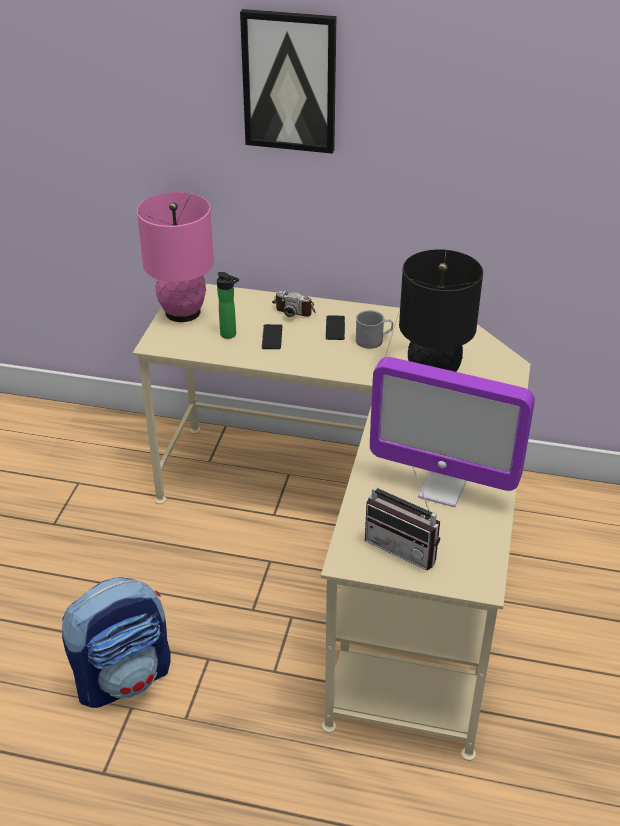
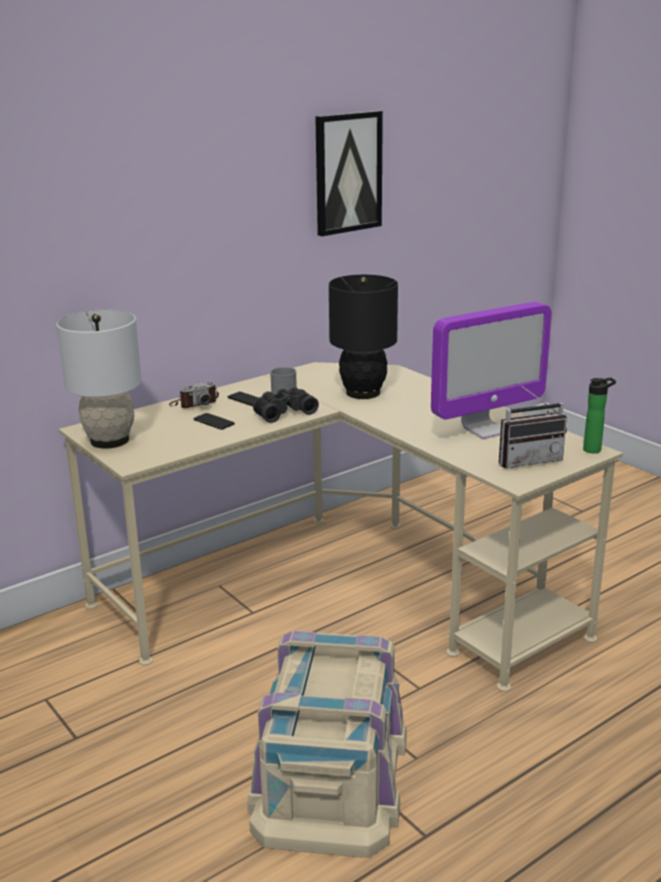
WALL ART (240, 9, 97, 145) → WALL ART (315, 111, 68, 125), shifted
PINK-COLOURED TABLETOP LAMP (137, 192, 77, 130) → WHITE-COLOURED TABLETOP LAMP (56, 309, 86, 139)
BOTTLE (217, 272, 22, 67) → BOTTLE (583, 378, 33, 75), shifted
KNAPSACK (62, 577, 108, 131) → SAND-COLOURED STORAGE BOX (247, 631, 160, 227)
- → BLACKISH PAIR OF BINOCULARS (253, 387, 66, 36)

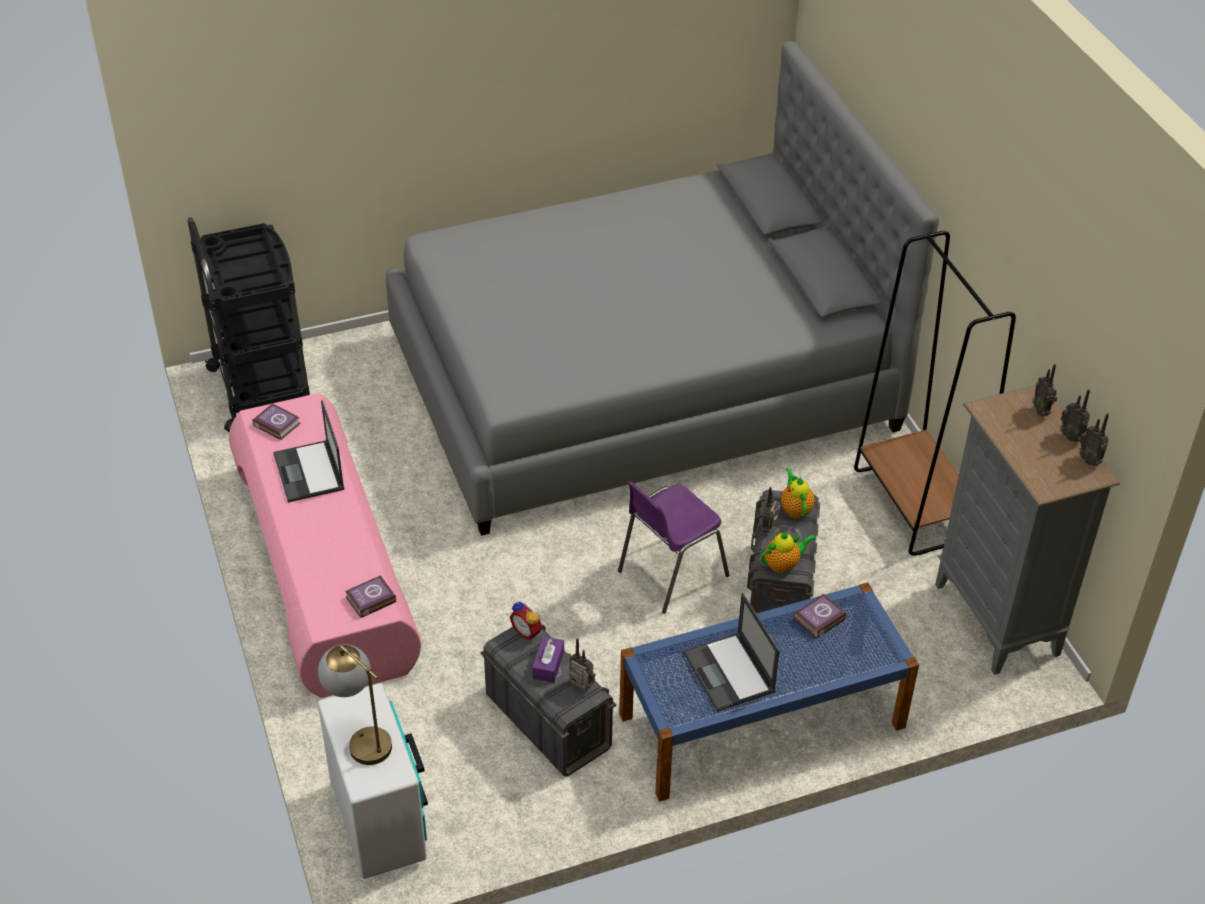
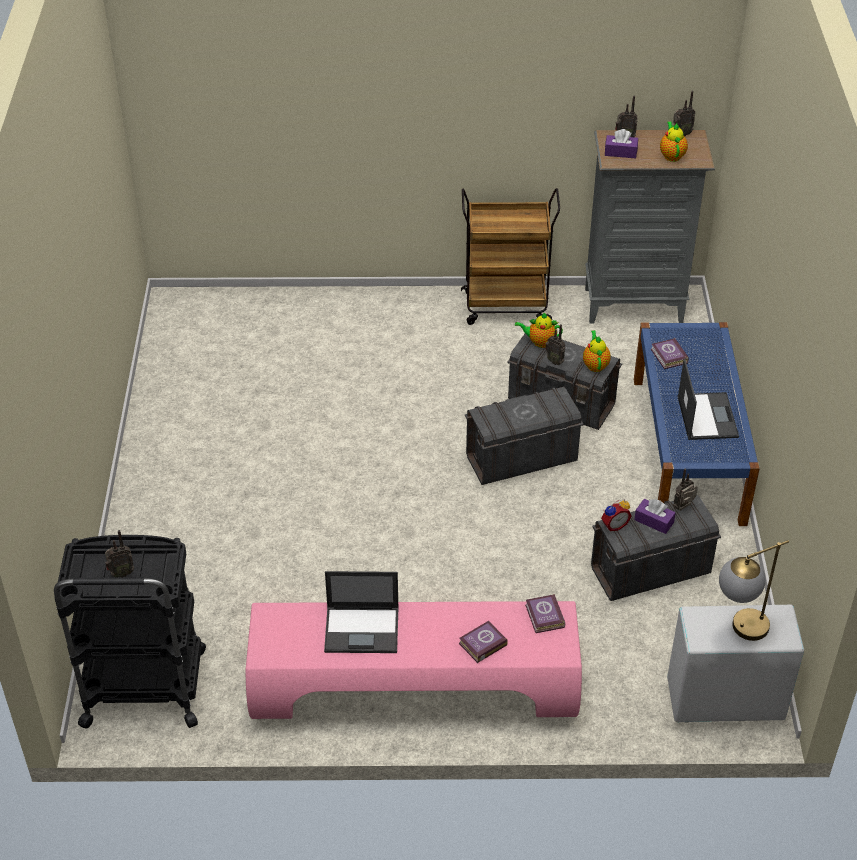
GREYISH BED (386, 41, 553, 495) → -
GARMENT STAND (854, 231, 162, 325) → BROWN-COLOURED TROLLEY (461, 188, 99, 137)
RADIO (1061, 389, 29, 53) → RADIO (105, 530, 29, 48), shifted
VOLUME (252, 403, 49, 37) → VOLUME (459, 621, 49, 42), shifted
PURPLISH UPRIGHT CHAIR (618, 481, 111, 133) → GREYISH STORAGE BOX (465, 387, 119, 98)
PORTABLE COMPUTER (683, 593, 97, 119) → PORTABLE COMPUTER (677, 358, 62, 82), 90 degrees counterclockwise
- → TEAPOT (660, 121, 28, 41)
- → PURPLISH TISSUE BOX (605, 129, 33, 29)

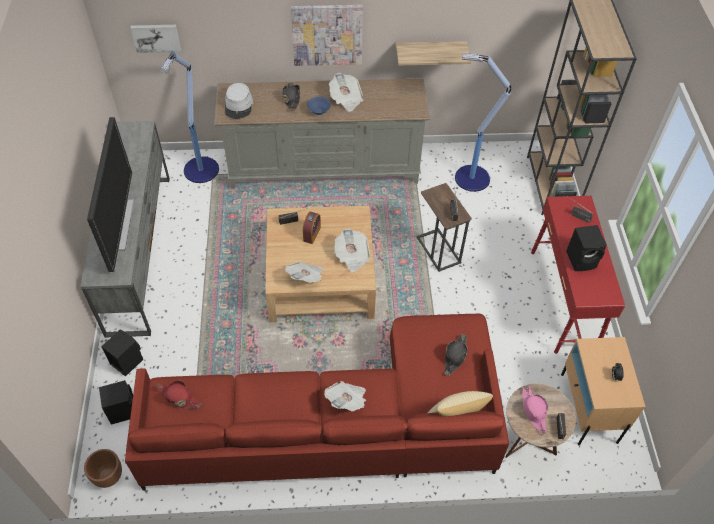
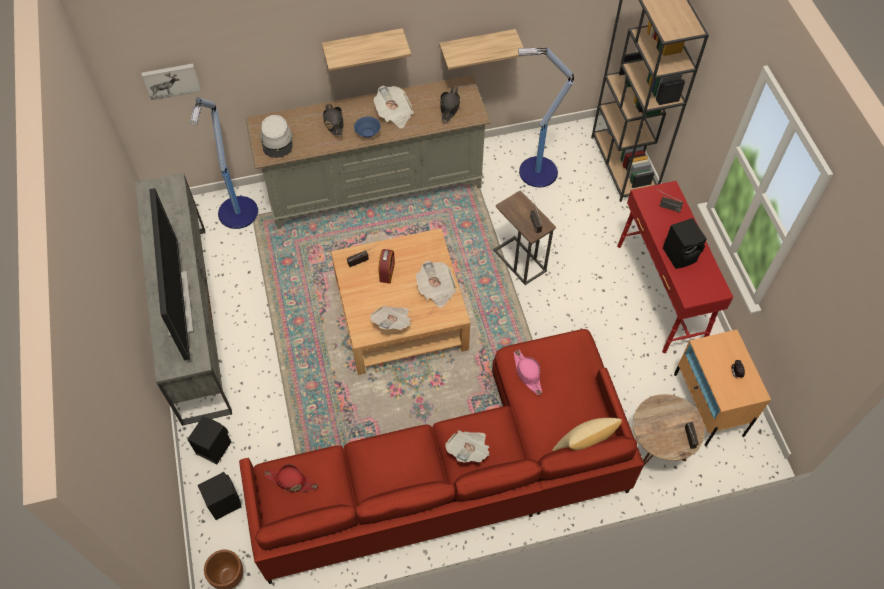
WALL ART (291, 5, 72, 61) → WALL SHELF (322, 28, 89, 43)
BLACKISH CLOTHING HAT (444, 334, 24, 42) → BLACKISH CLOTHING HAT (440, 87, 20, 36), shifted
PINK-COLOURED CLOTHING HAT (523, 385, 25, 49) → PINK-COLOURED CLOTHING HAT (514, 350, 29, 45), shifted

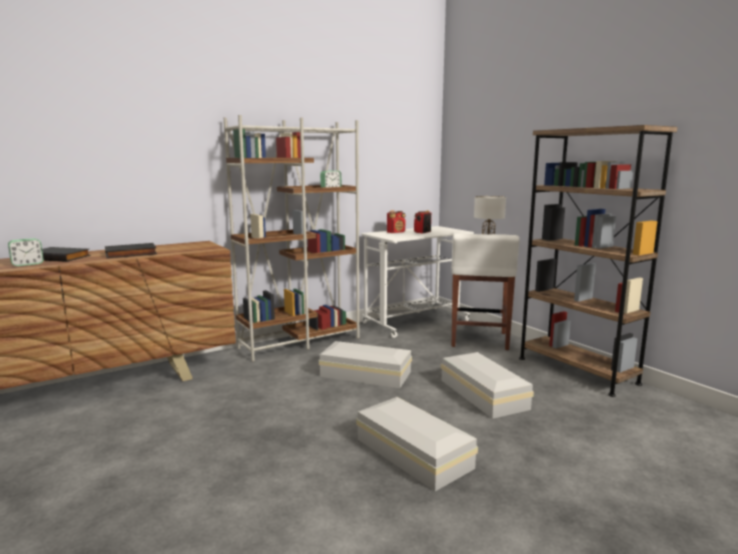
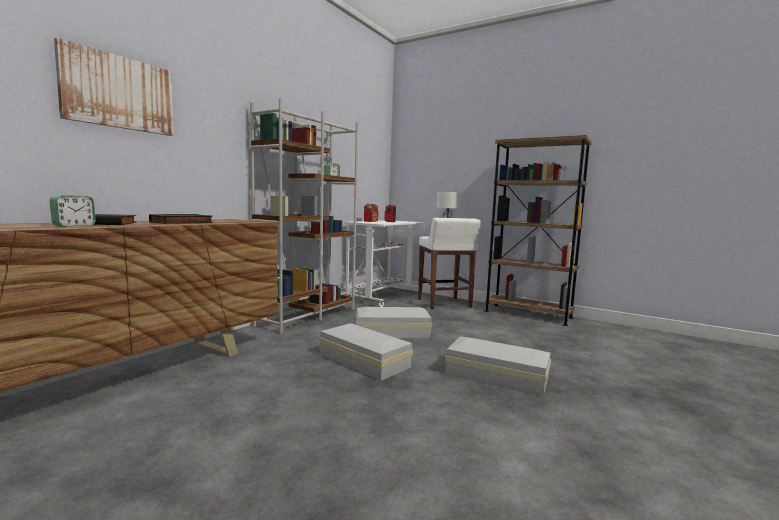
WHITE-COLOURED STORAGE BOX (441, 352, 93, 67) → WHITE-COLOURED STORAGE BOX (319, 323, 94, 58), shifted
- → WALL ART (54, 38, 120, 98)

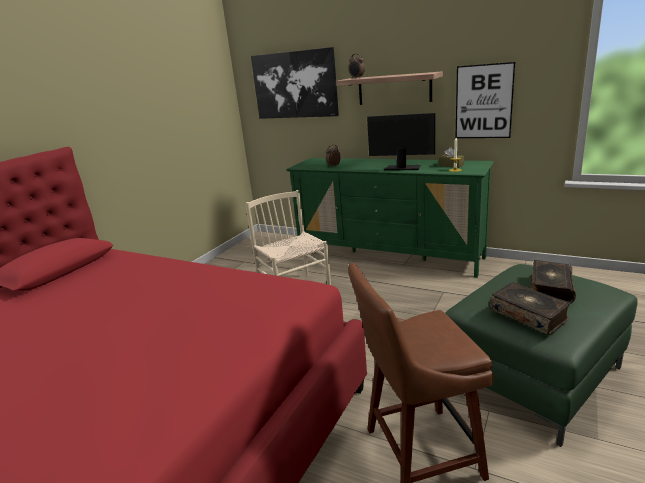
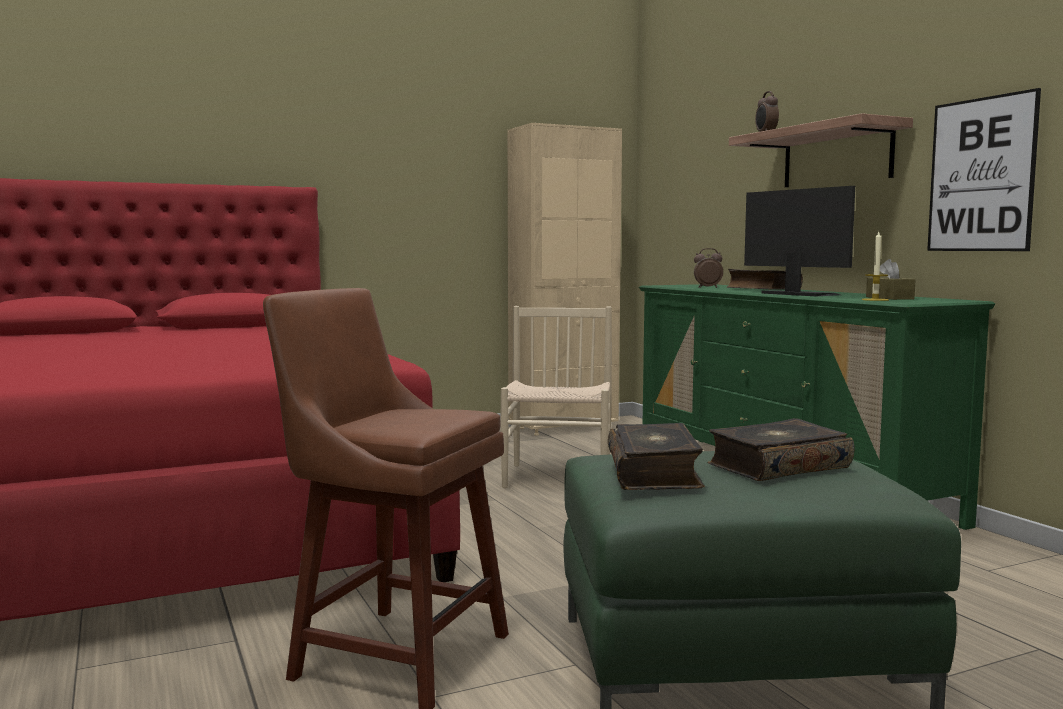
WALL ART (251, 47, 88, 72) → -
- → SAND-COLOURED CABINET (508, 123, 114, 313)
- → VOLUME (727, 269, 76, 21)

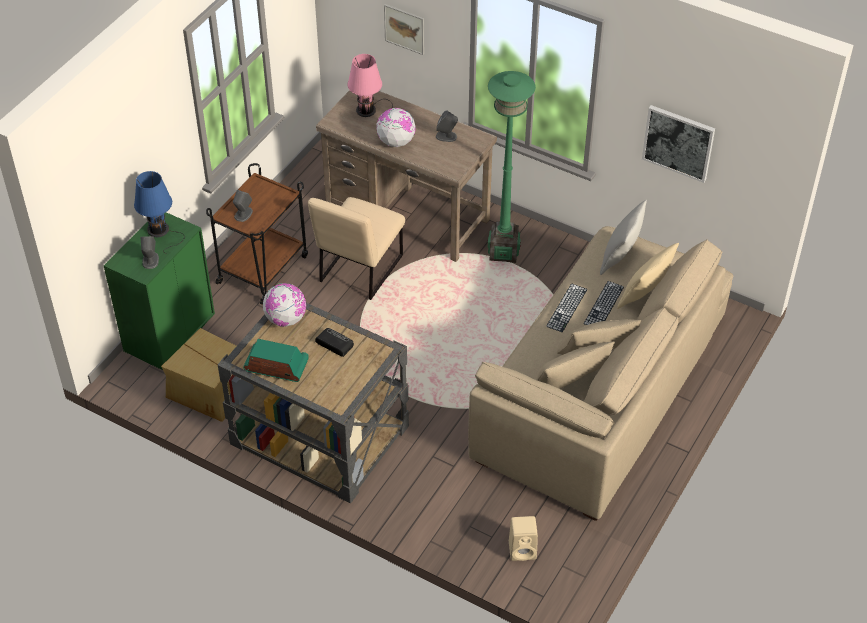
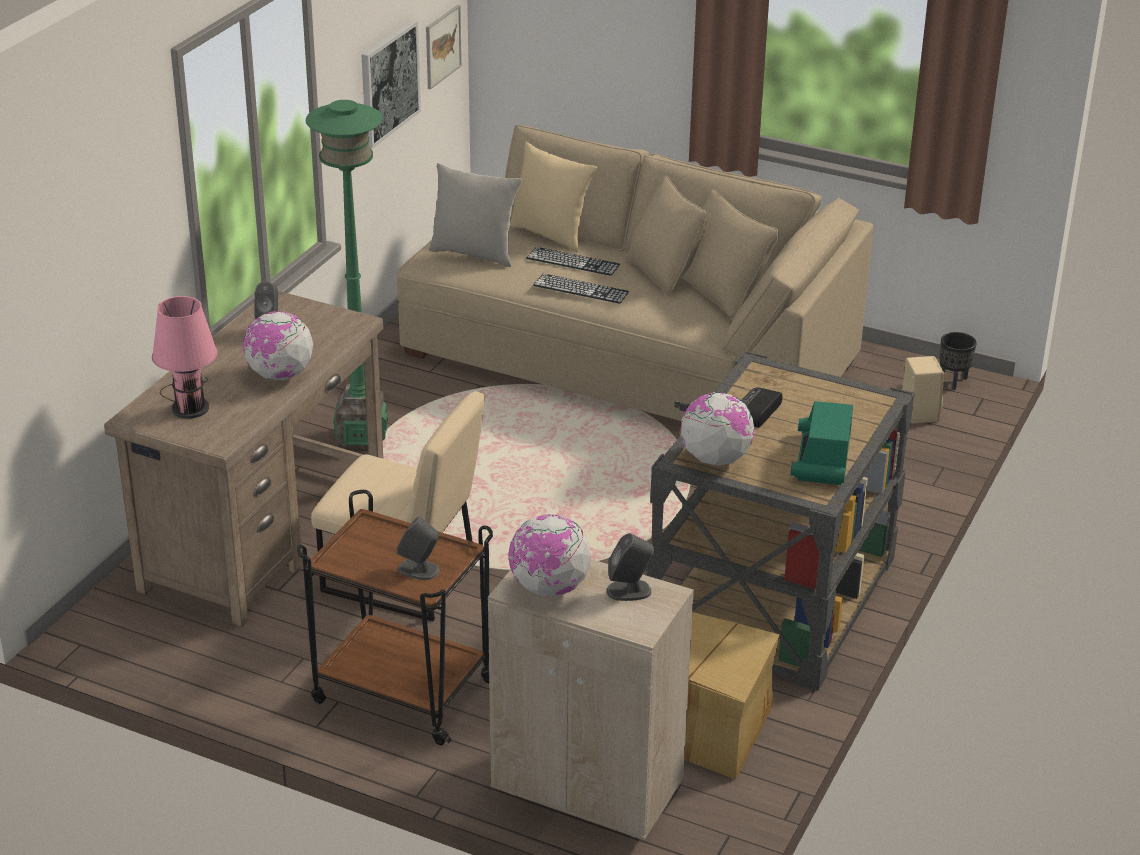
WALL ART (384, 4, 40, 51) → WALL ART (426, 5, 36, 84), shifted
BLUE-COLOURED TABLETOP LAMP (134, 171, 51, 83) → DESK GLOBE (508, 514, 83, 82)
GREENISH CABINET (104, 212, 111, 158) → SAND-COLOURED CABINET (488, 559, 206, 281)
- → BLACKISH FLOWER POT (939, 332, 38, 58)

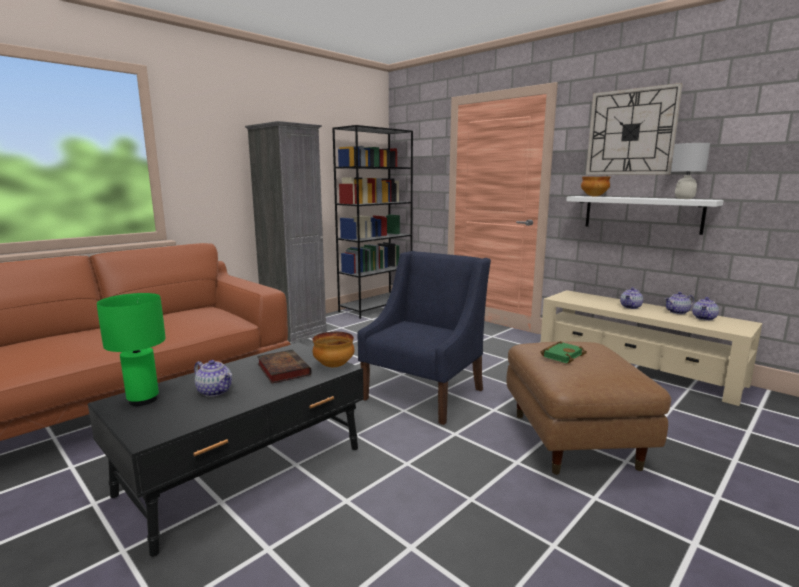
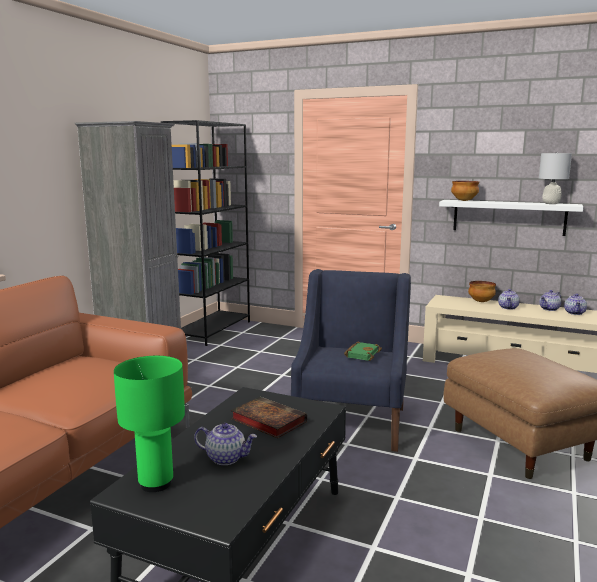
HANGING CLOCK (586, 83, 97, 92) → -
DEEP DISH (313, 332, 41, 35) → DEEP DISH (468, 281, 28, 21), shifted
GREENISH VOLUME (541, 341, 46, 23) → GREENISH VOLUME (344, 341, 38, 20), shifted

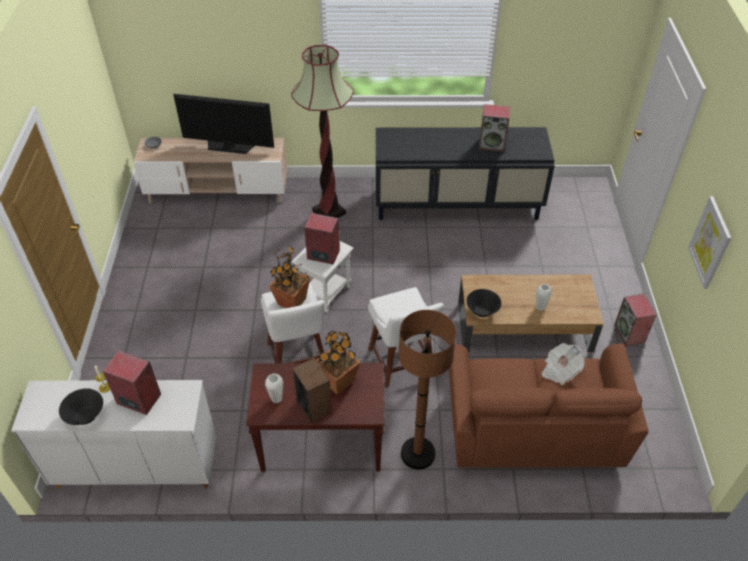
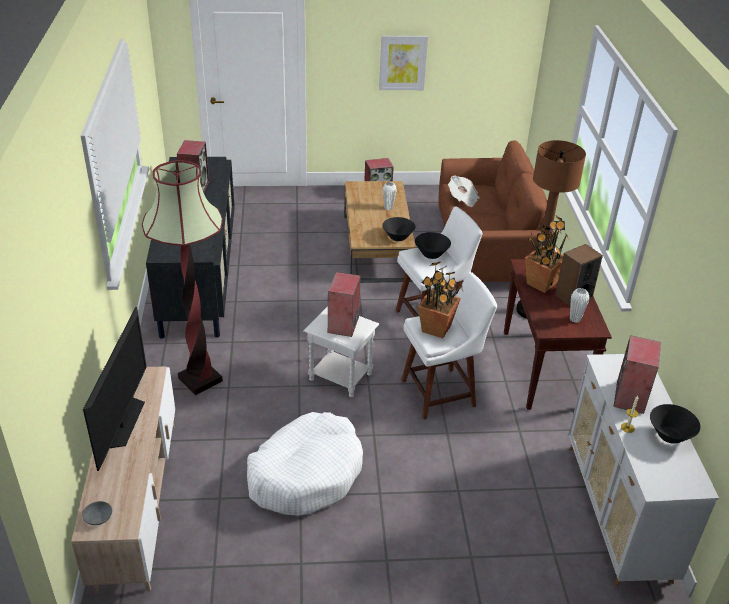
- → BLACKISH DEEP DISH (415, 232, 36, 27)
- → WHITE-COLOURED DOG CUSHION (247, 412, 116, 104)

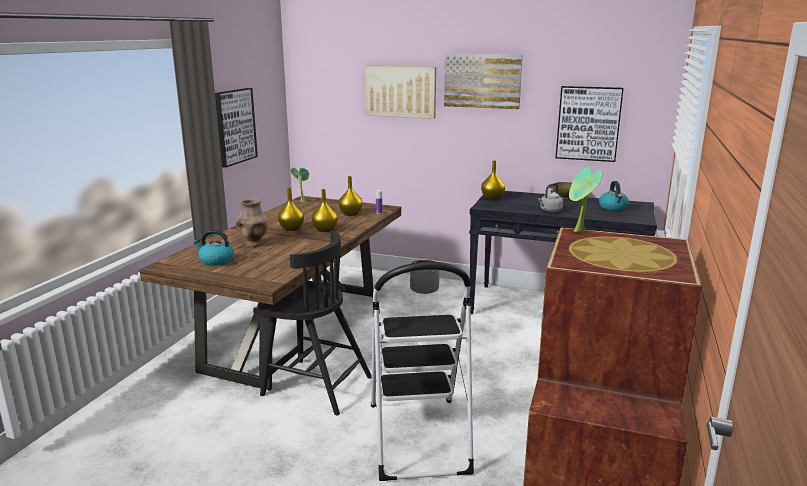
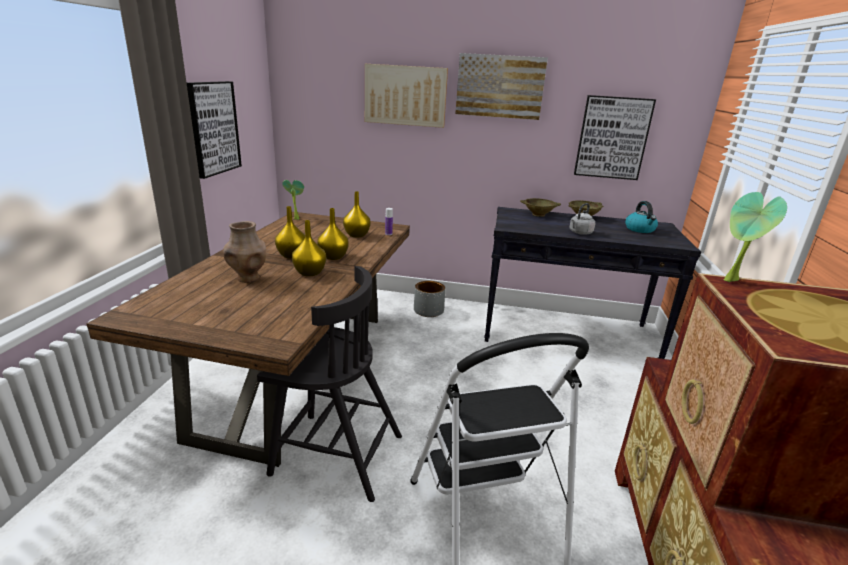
YELLOWISH FLOWER VASE (481, 161, 24, 39) → YELLOWISH FLOWER VASE (292, 220, 34, 56), shifted
KETTLE (194, 230, 40, 36) → -
- → SAND-COLOURED DEEP DISH (520, 198, 41, 19)

